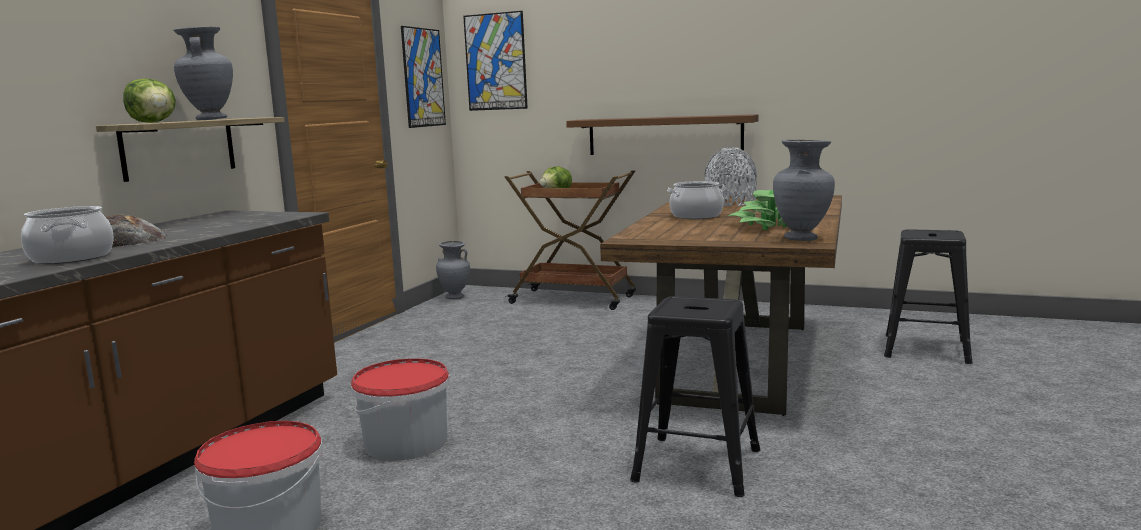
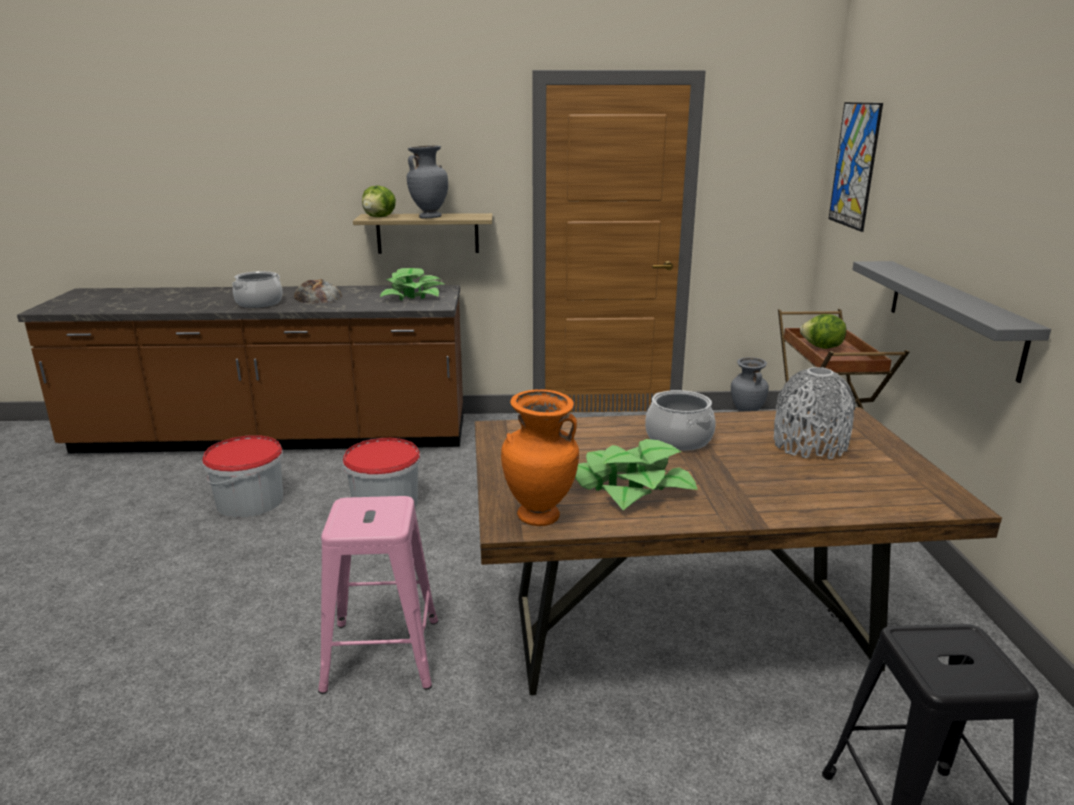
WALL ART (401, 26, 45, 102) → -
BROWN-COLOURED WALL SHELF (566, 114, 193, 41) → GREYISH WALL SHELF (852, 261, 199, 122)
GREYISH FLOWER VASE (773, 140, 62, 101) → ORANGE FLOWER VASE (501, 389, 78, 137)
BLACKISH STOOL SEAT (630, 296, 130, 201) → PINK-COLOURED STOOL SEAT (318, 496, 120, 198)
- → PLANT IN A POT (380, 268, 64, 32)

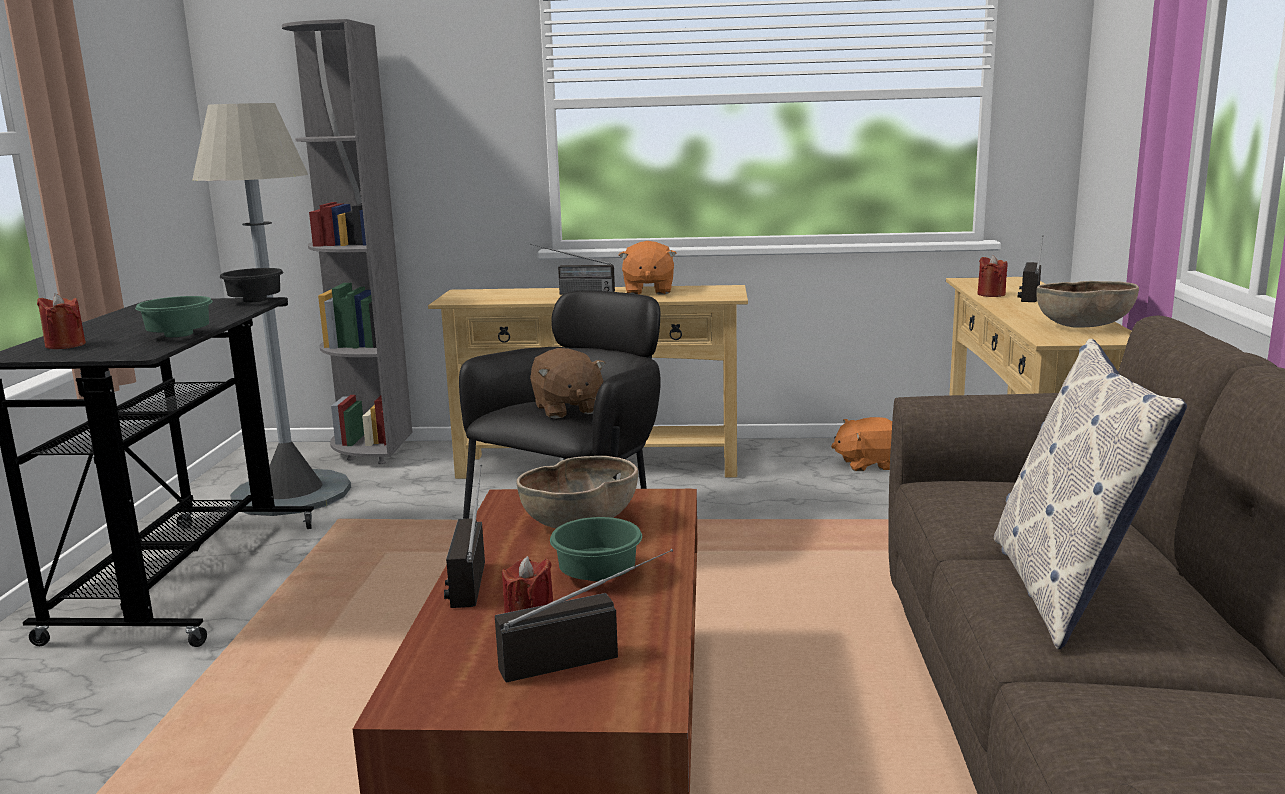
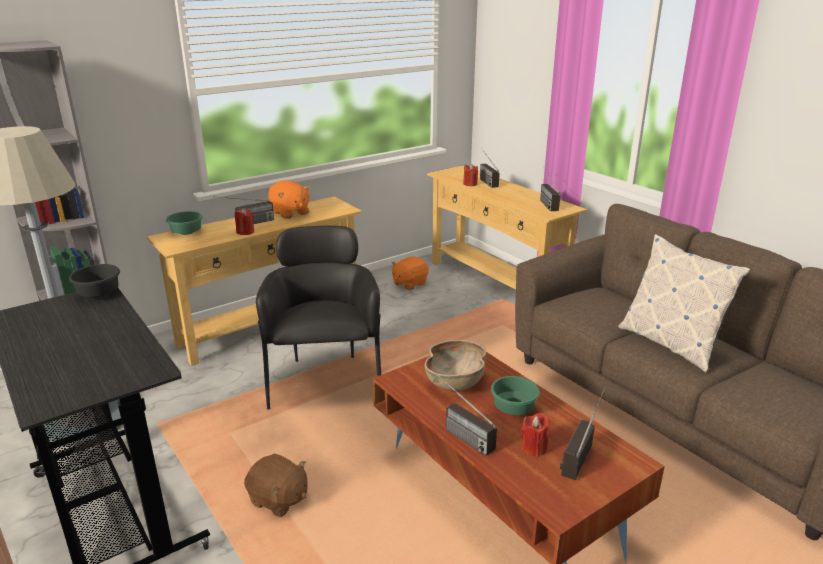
BROWN-COLOURED DEEP DISH (1037, 281, 102, 47) → RADIO (540, 170, 20, 41)
RED-COLOURED WAX CANDLE (37, 293, 49, 56) → RED-COLOURED WAX CANDLE (235, 208, 19, 27), shifted
GREENISH DEEP DISH (135, 296, 78, 41) → GREENISH DEEP DISH (166, 211, 37, 24), shifted
BROWN-COLOURED SOFT TOY (530, 348, 76, 71) → BROWN-COLOURED SOFT TOY (244, 454, 64, 63), shifted

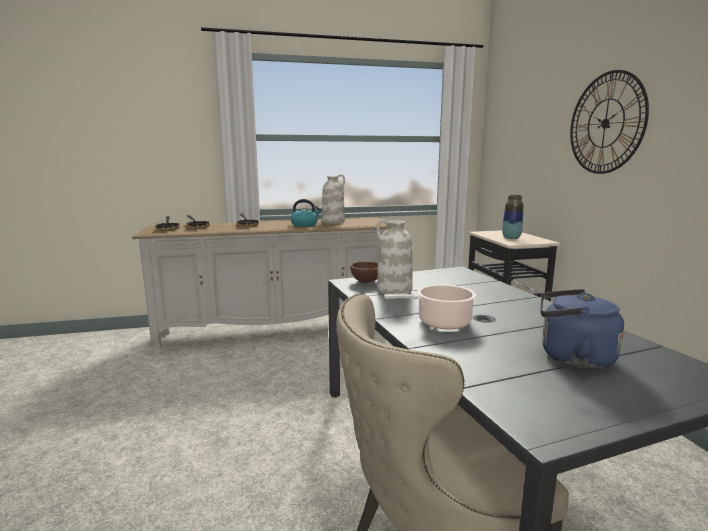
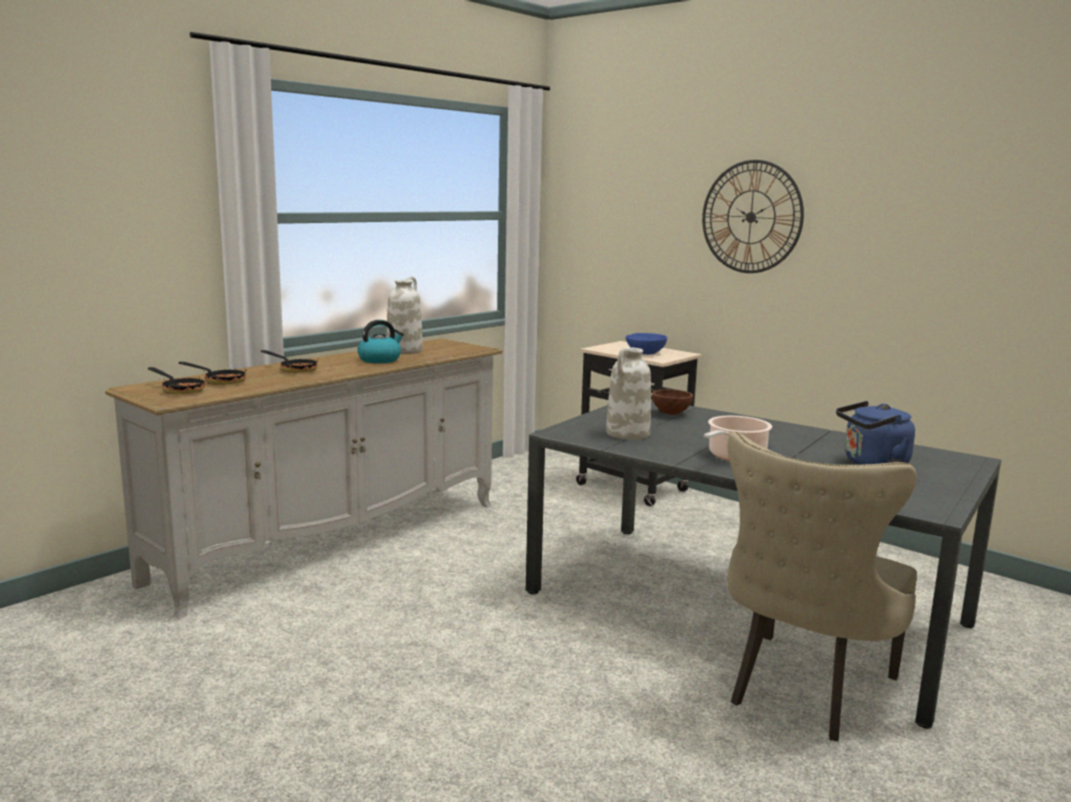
FLOWER VASE (502, 195, 21, 44) → BLUE-COLOURED DEEP DISH (626, 333, 41, 22)
BROWN-COLOURED DEEP DISH (350, 261, 28, 22) → BROWN-COLOURED DEEP DISH (652, 389, 41, 26), shifted

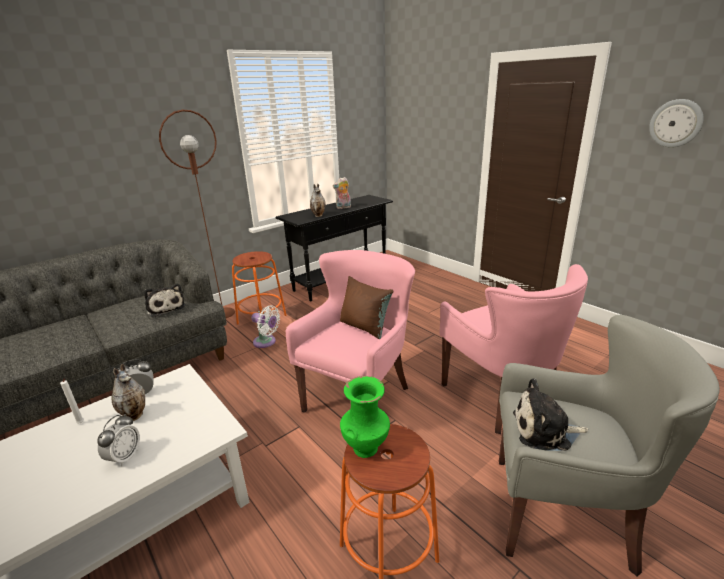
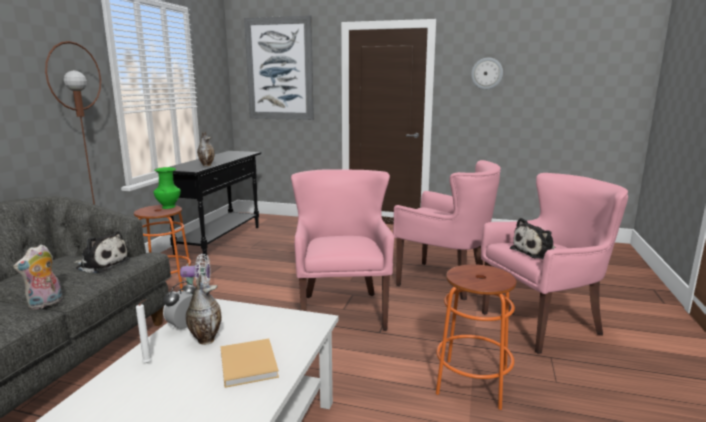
SOFT TOY (333, 177, 18, 32) → SOFT TOY (13, 244, 50, 66), shifted
BROWN-COLOURED PILLOW (340, 276, 53, 63) → -
GREYISH LOUNGE CHAIR (499, 315, 221, 261) → PINK-COLOURED LOUNGE CHAIR (481, 173, 147, 181)
GREENISH FLOWER VASE (340, 376, 50, 82) → GREENISH FLOWER VASE (154, 167, 27, 42), shifted
BEDSIDE CLOCK (97, 414, 43, 53) → SAND-COLOURED VOLUME (220, 339, 59, 49)
- → WALL ART (244, 15, 70, 105)

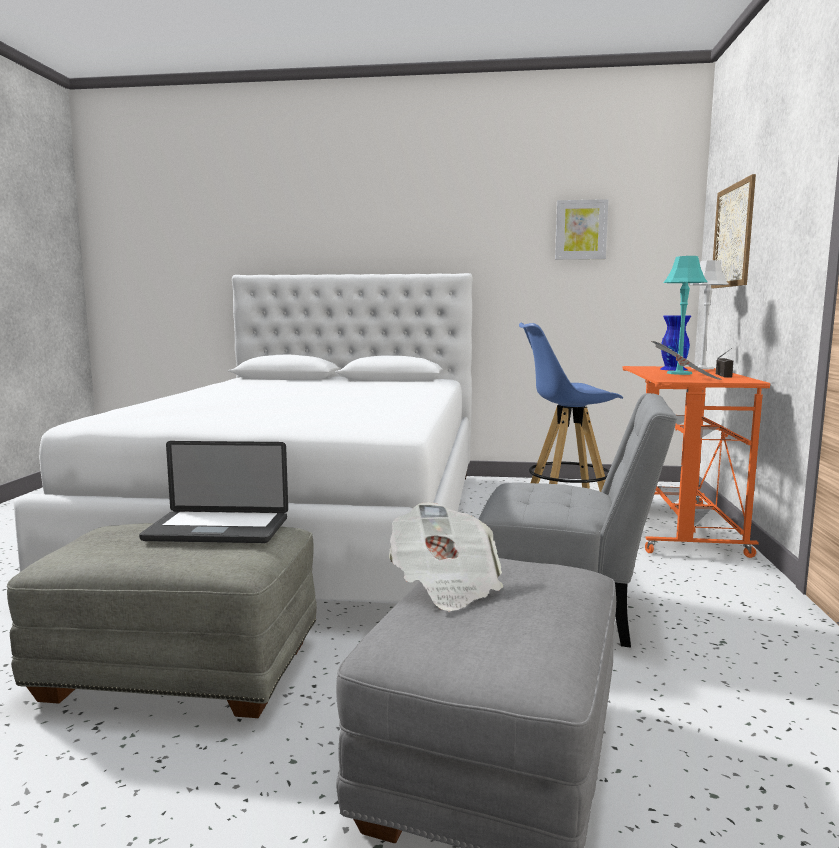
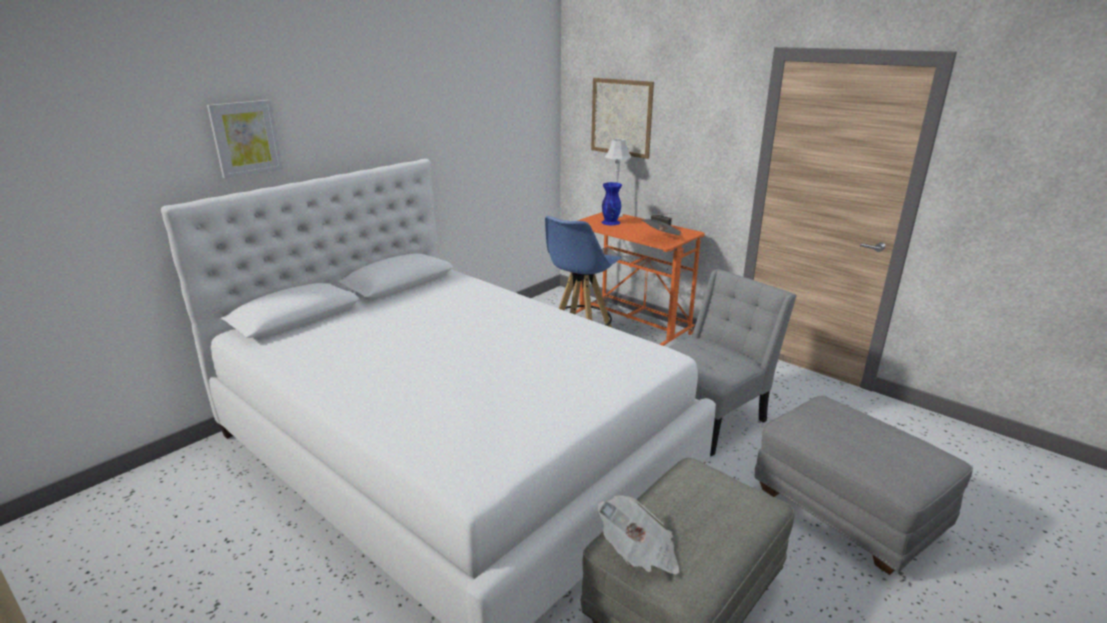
WALL ART (555, 199, 54, 61) → WALL ART (207, 100, 76, 78), shifted
BLUE-GREEN TABLETOP LAMP (663, 256, 45, 119) → -
PORTABLE COMPUTER (139, 441, 149, 102) → -
PRINTED PAPER (388, 502, 115, 109) → PRINTED PAPER (598, 495, 82, 79), shifted

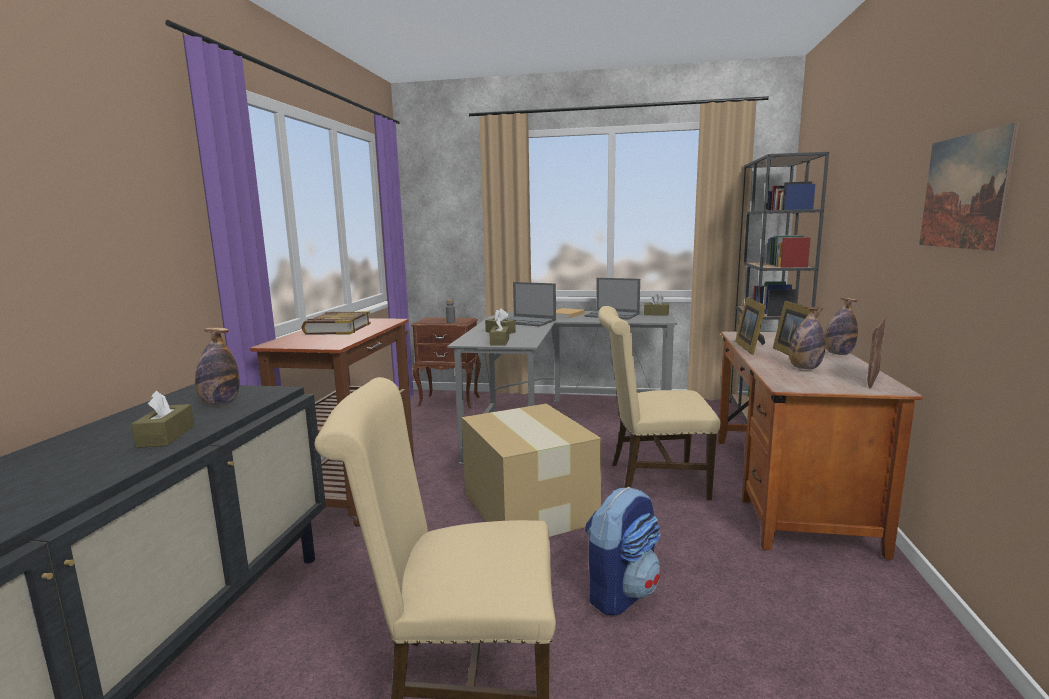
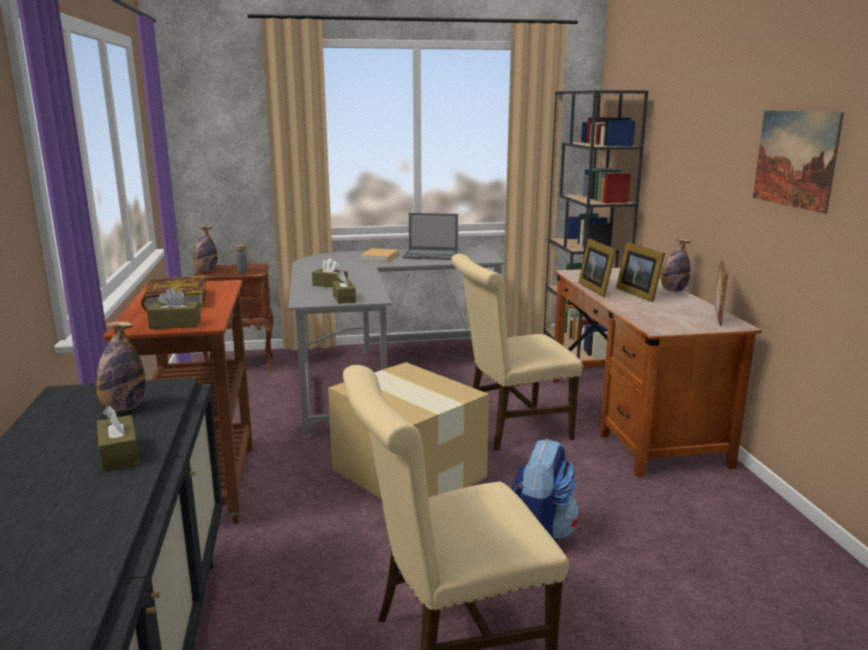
PORTABLE COMPUTER (507, 282, 49, 44) → -
BROWN-COLOURED TISSUE BOX (644, 294, 25, 22) → BROWN-COLOURED TISSUE BOX (147, 287, 54, 42), shifted
BOTTLE (789, 306, 36, 63) → BOTTLE (193, 226, 24, 46), shifted

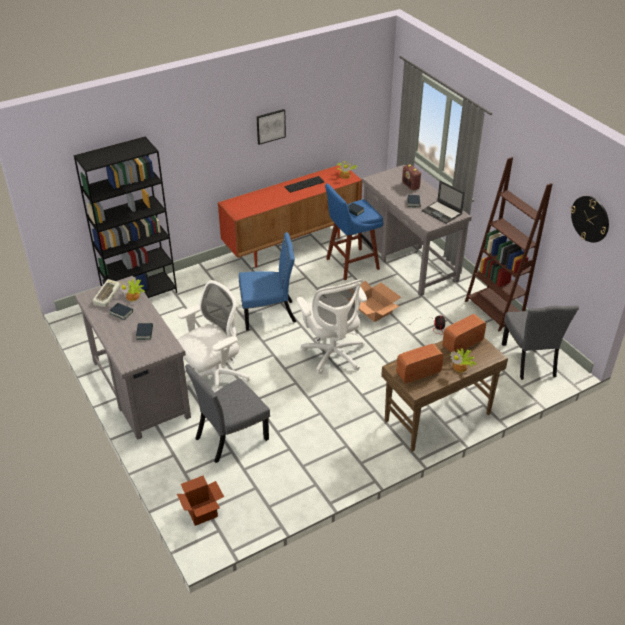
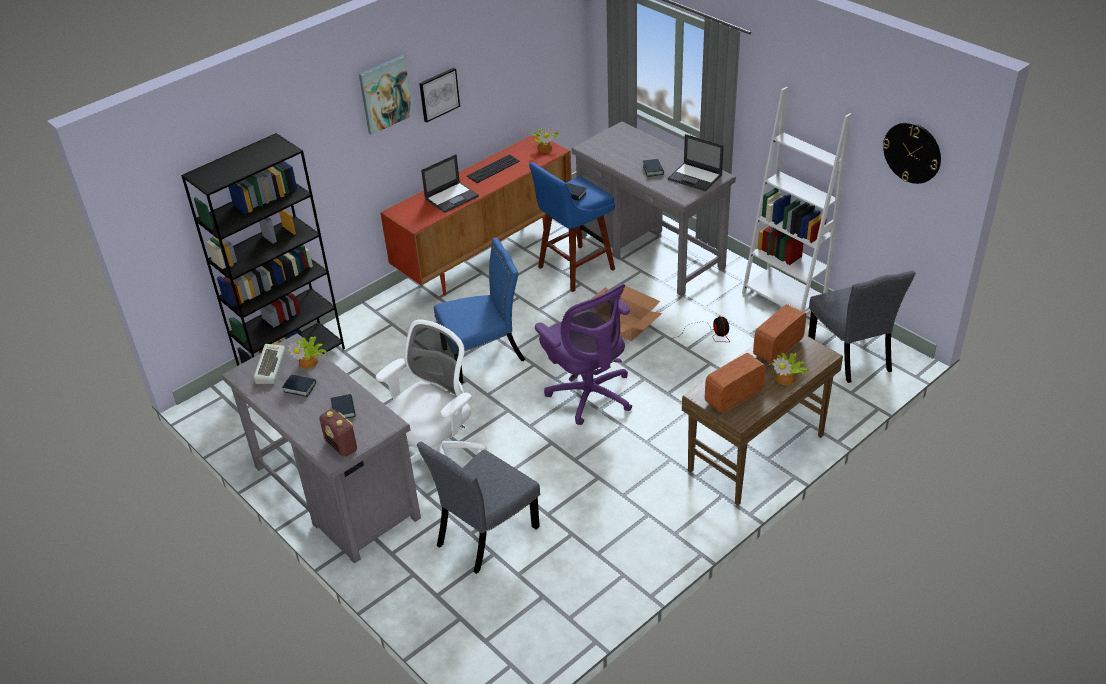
BROWN-COLOURED BOOKCASE (465, 157, 87, 174) → WHITE-COLOURED BOOKCASE (742, 87, 110, 229)
RADIO (402, 164, 20, 27) → RADIO (319, 409, 38, 48), shifted
WHITE-COLOURED OFFICE CHAIR (297, 279, 70, 95) → PURPLISH OFFICE CHAIR (535, 284, 97, 141)
CARDBOARD BOX (177, 475, 47, 51) → -
- → WALL ART (359, 55, 54, 80)
- → PORTABLE COMPUTER (421, 154, 58, 59)

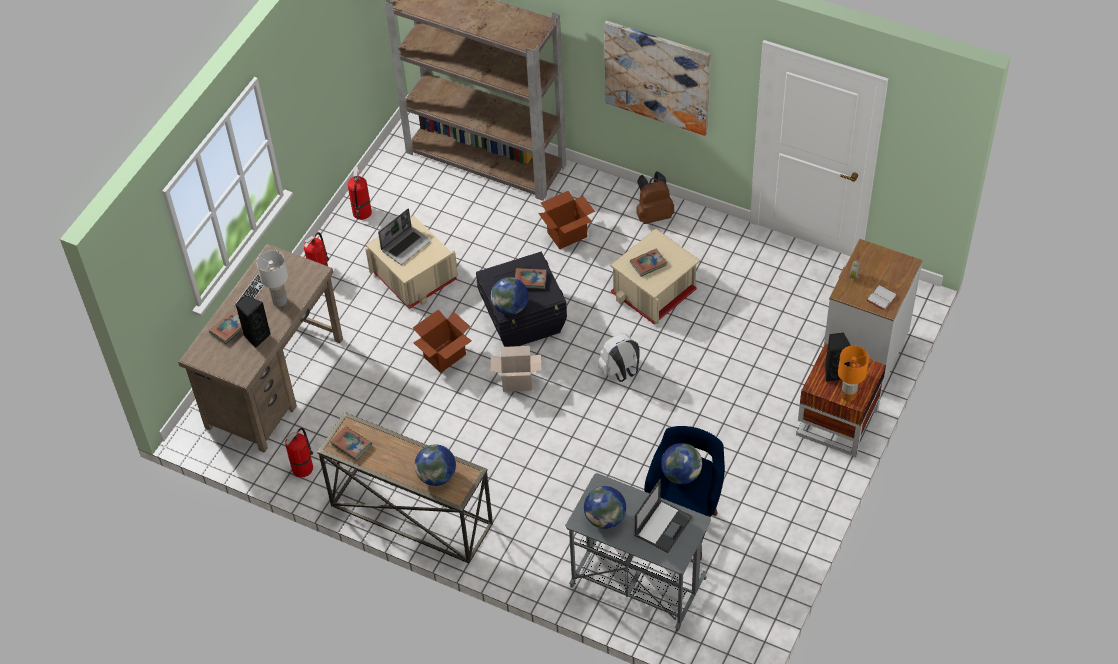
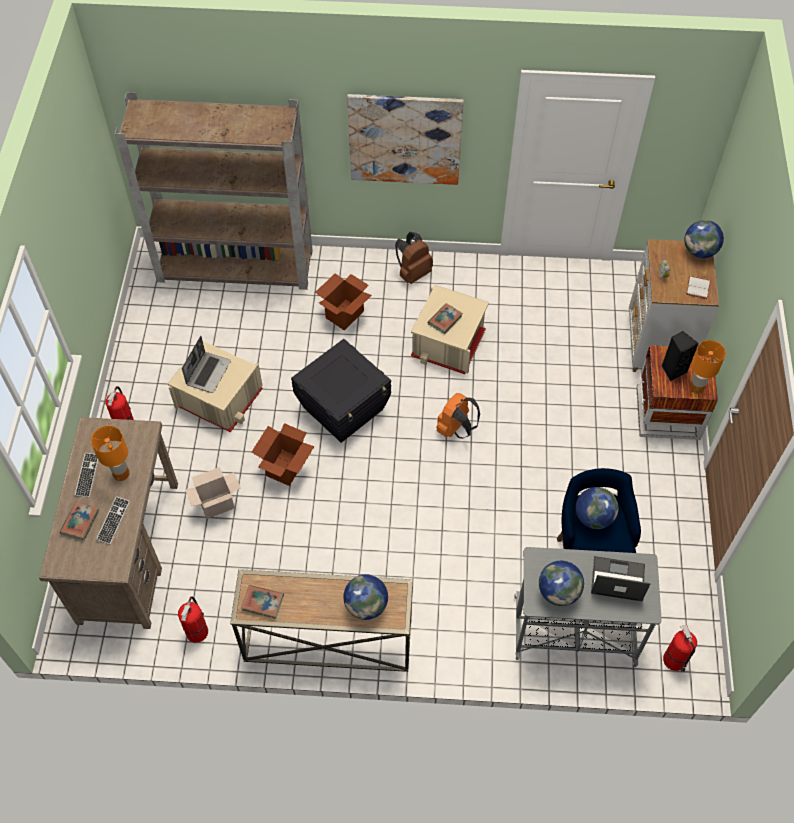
FIRE-FIGHTING CYLINDER (347, 167, 25, 53) → FIRE-FIGHTING CYLINDER (663, 624, 34, 48), shifted
WHITE-COLOURED TABLETOP LAMP (256, 250, 32, 57) → ORANGE TABLETOP LAMP (91, 426, 39, 55)
VOLUME (515, 268, 32, 21) → -
DESK GLOBE (491, 277, 37, 38) → DESK GLOBE (684, 220, 40, 38), shifted
BLACKISH AUDIO SPEAKER (235, 295, 36, 53) → PC KEYBOARD (96, 496, 34, 48)
WHITE-COLOURED KNAPSACK (598, 333, 42, 49) → ORANGE KNAPSACK (436, 393, 44, 46)
CARDBOARD BOX (491, 346, 51, 46) → CARDBOARD BOX (185, 467, 56, 52), shifted
PORTABLE COMPUTER (634, 479, 59, 74) → PORTABLE COMPUTER (591, 556, 60, 45), 90 degrees counterclockwise

